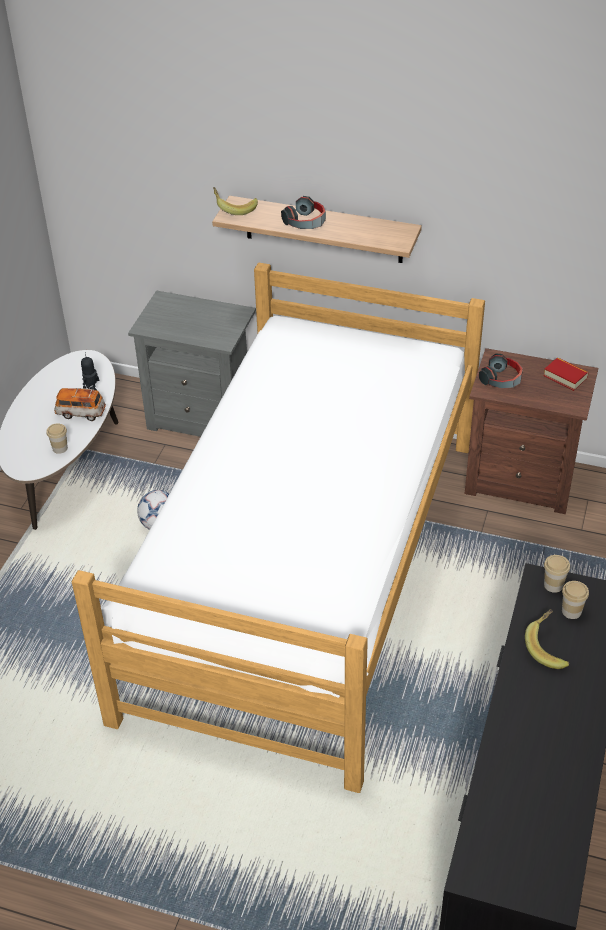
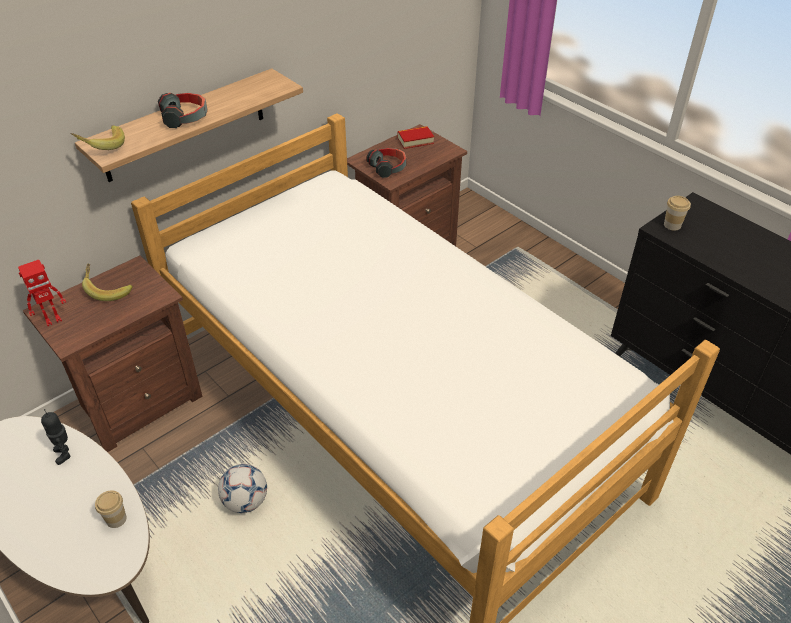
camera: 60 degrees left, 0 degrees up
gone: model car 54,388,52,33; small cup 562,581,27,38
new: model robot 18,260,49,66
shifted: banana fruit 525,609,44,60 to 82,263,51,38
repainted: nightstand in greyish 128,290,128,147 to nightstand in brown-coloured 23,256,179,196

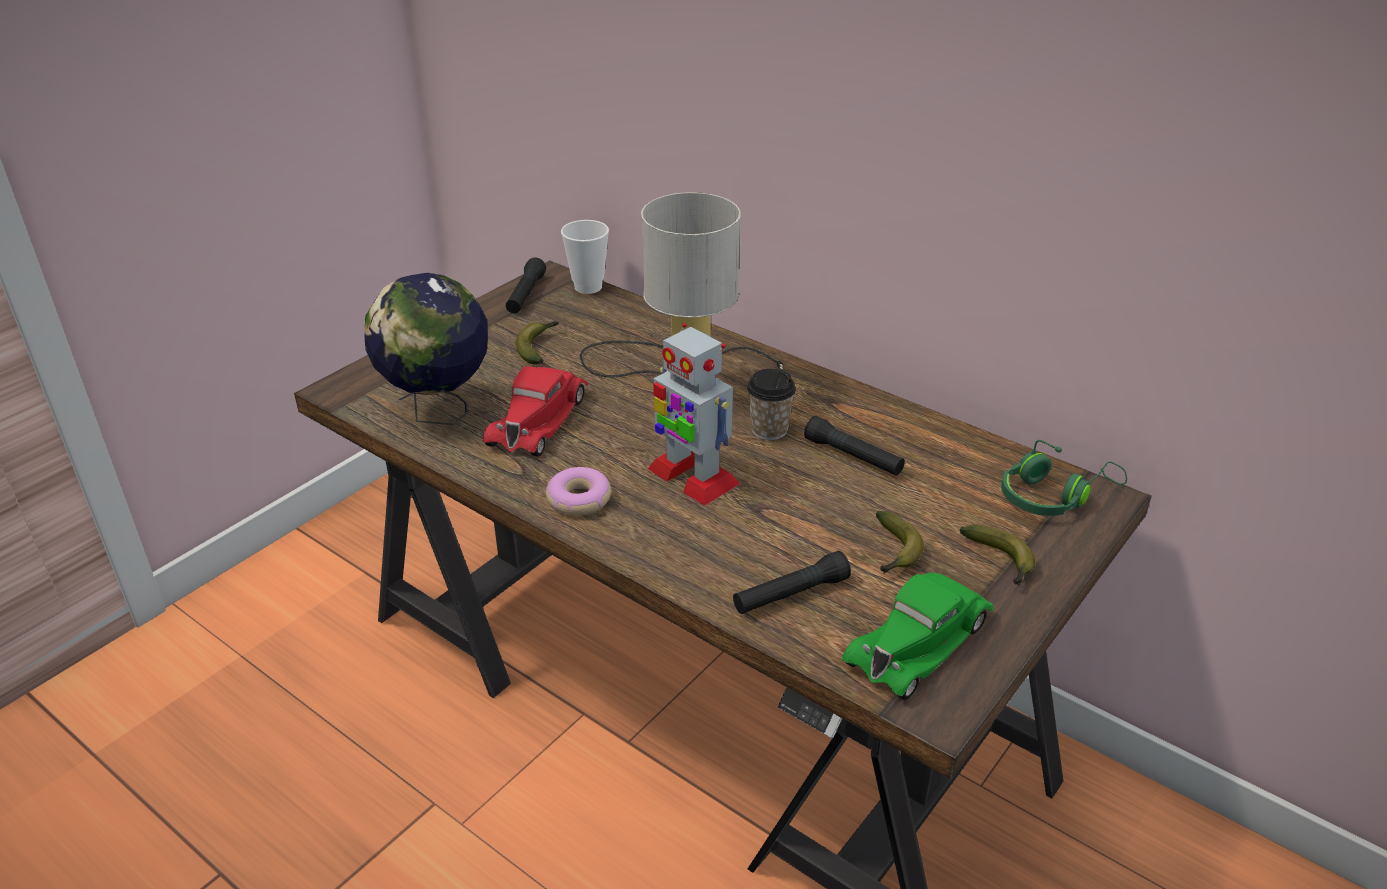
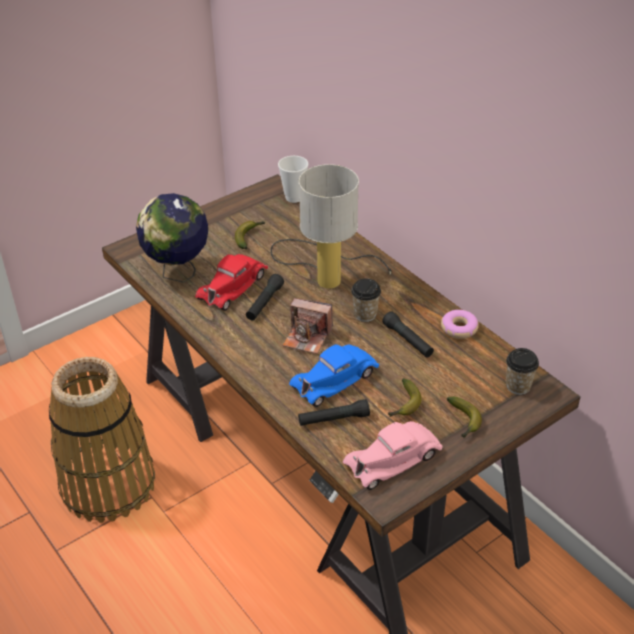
camera: 15 degrees right, 5 degrees up
new: basket 49,357,106,166; model car in blue-coloured 289,344,90,63
shifted: torch in black 506,258,40,56 to 246,274,38,47; ring doughnut 546,467,65,49 to 441,310,38,29
swapped: model robot 648,323,92,183 to photo camera 283,298,50,56; pair of headphones in green 1001,440,126,76 to small cup 506,348,33,47
repainted: model car in green 842,572,152,128 to model car in pink 343,421,100,69

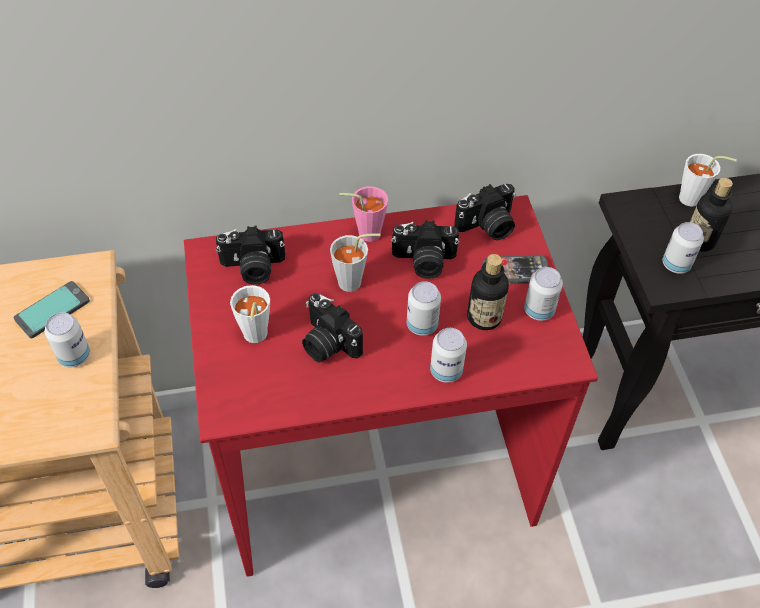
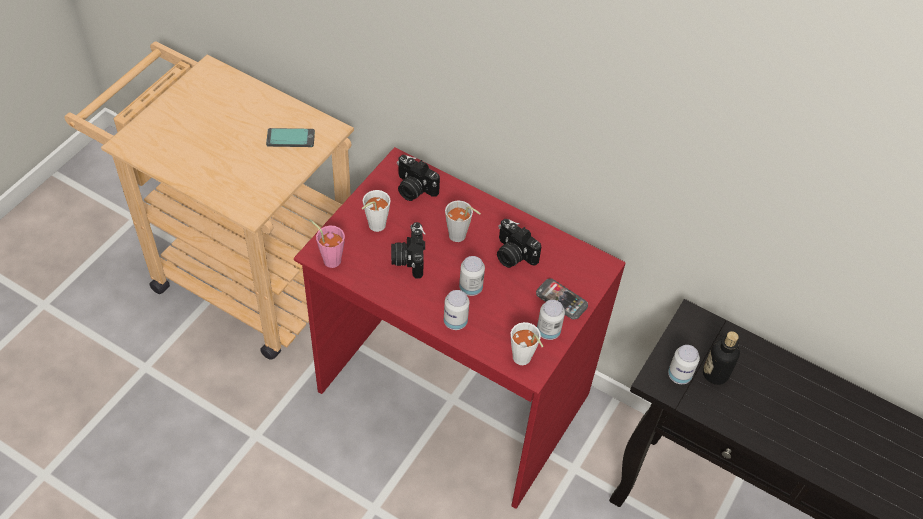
camera: 40 degrees right, 0 degrees up
gone: sealed can 45,312,45,55; photo camera 454,184,62,56; drink bottle 467,254,42,76
shifted: small cup in pink 340,186,48,56 to 309,219,36,49; small cup in white-coloured 679,154,58,53 to 511,322,33,43

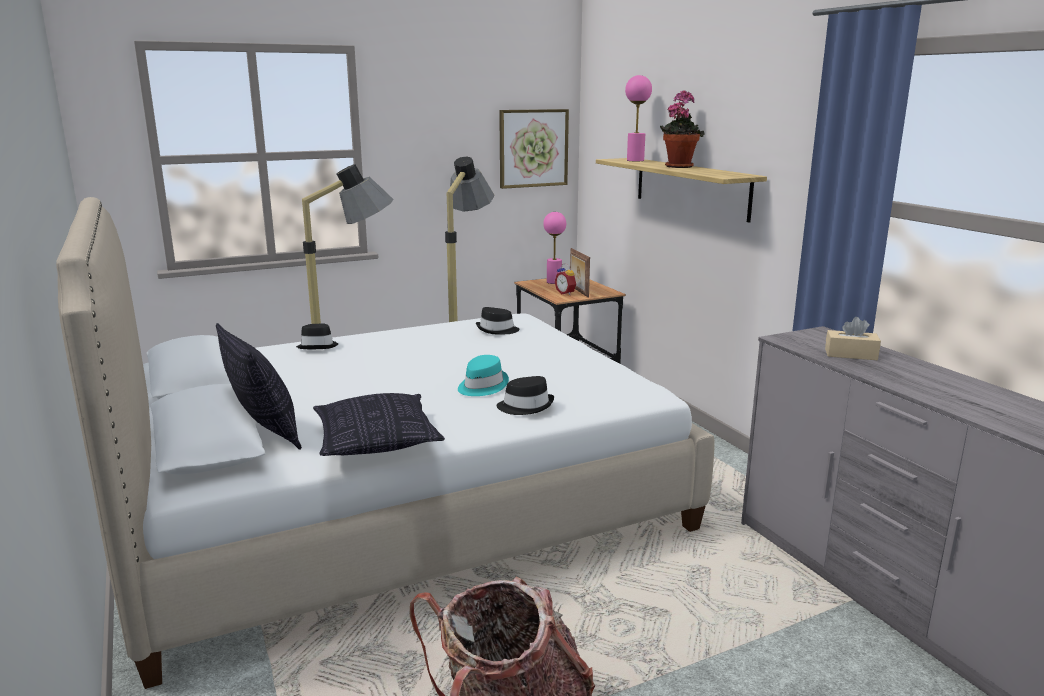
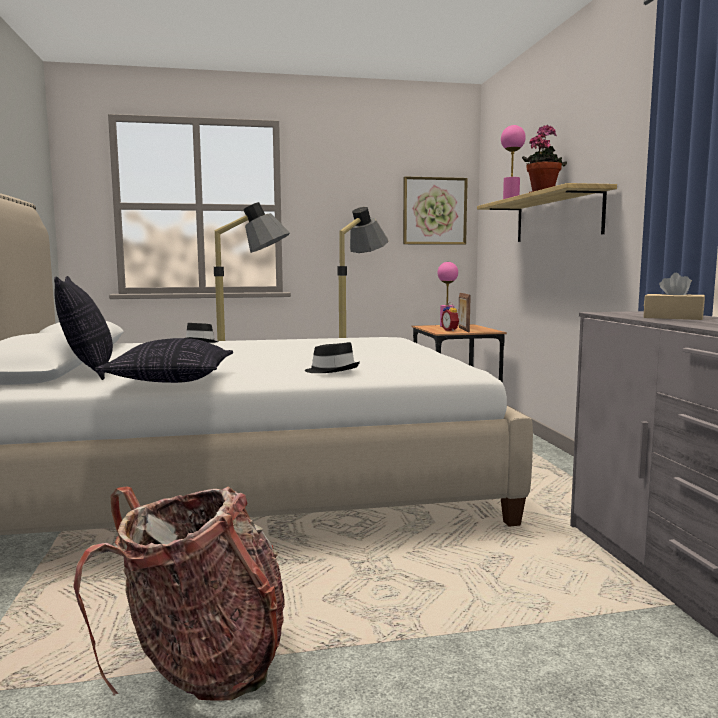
camera: 15 degrees right, 10 degrees down
gone: clothing hat in turquoise-coloured 458,355,51,41; clothing hat in black 476,307,44,27

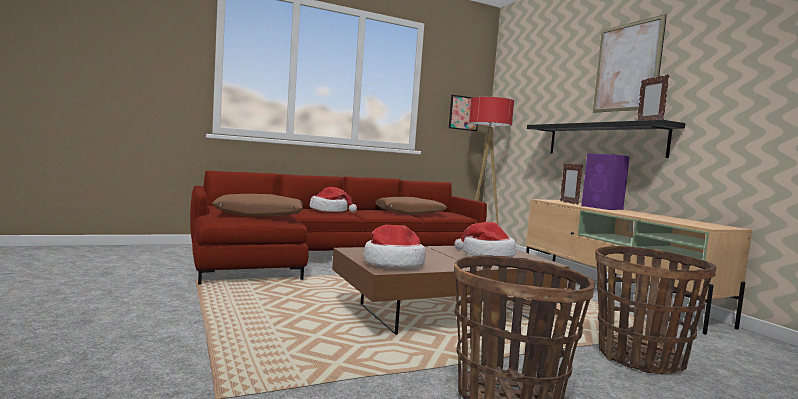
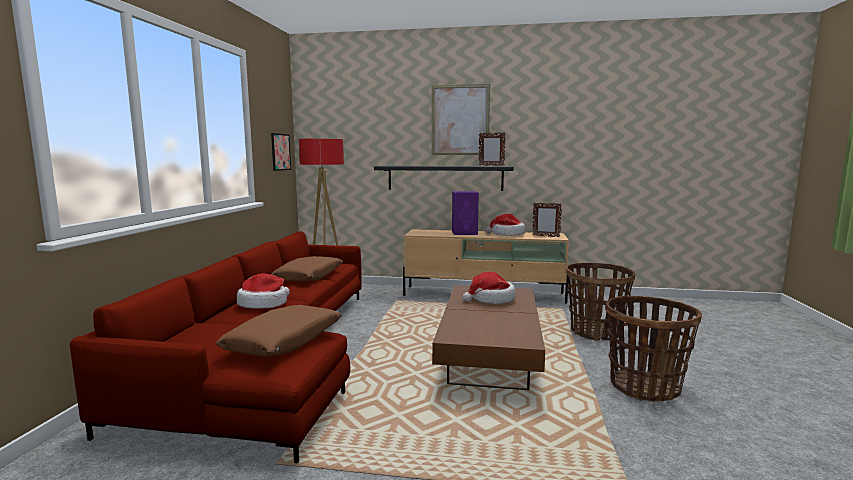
camera: 55 degrees left, 5 degrees up
shifted: clothing hat 364,225,62,42 to 485,214,41,22; picture frame 560,164,23,41 to 533,202,29,36

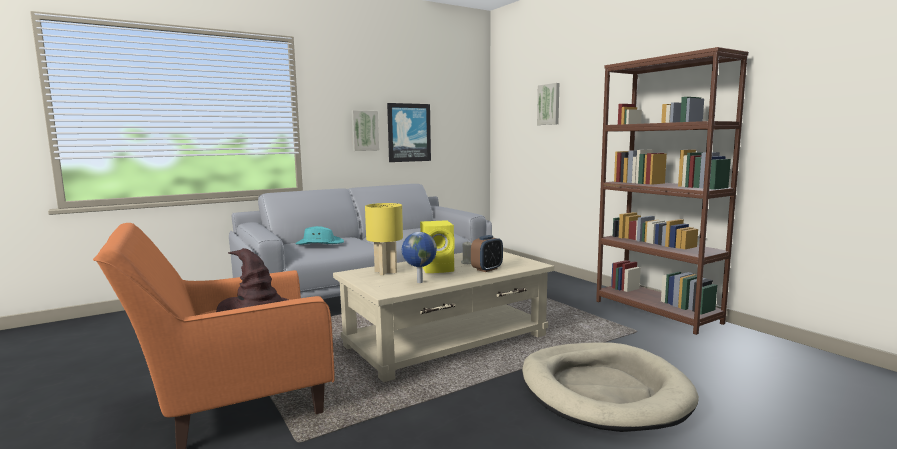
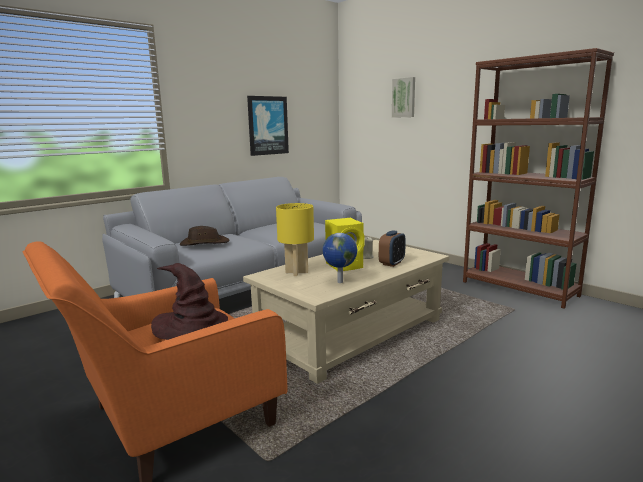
camera: 10 degrees left, 5 degrees up
gone: wall picture 351,110,28,41; pet bed in beige 522,343,177,89
repainted: clothing hat in turquoise-coloured 295,226,49,19 to clothing hat in brown-coloured 180,226,50,20

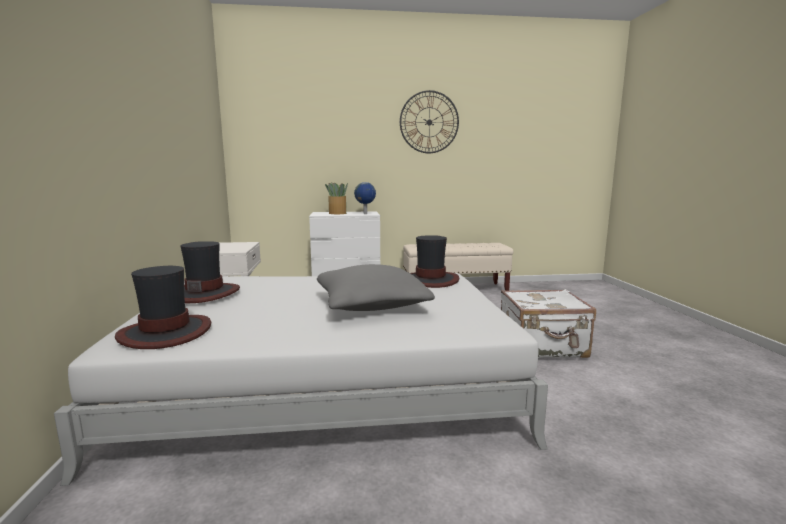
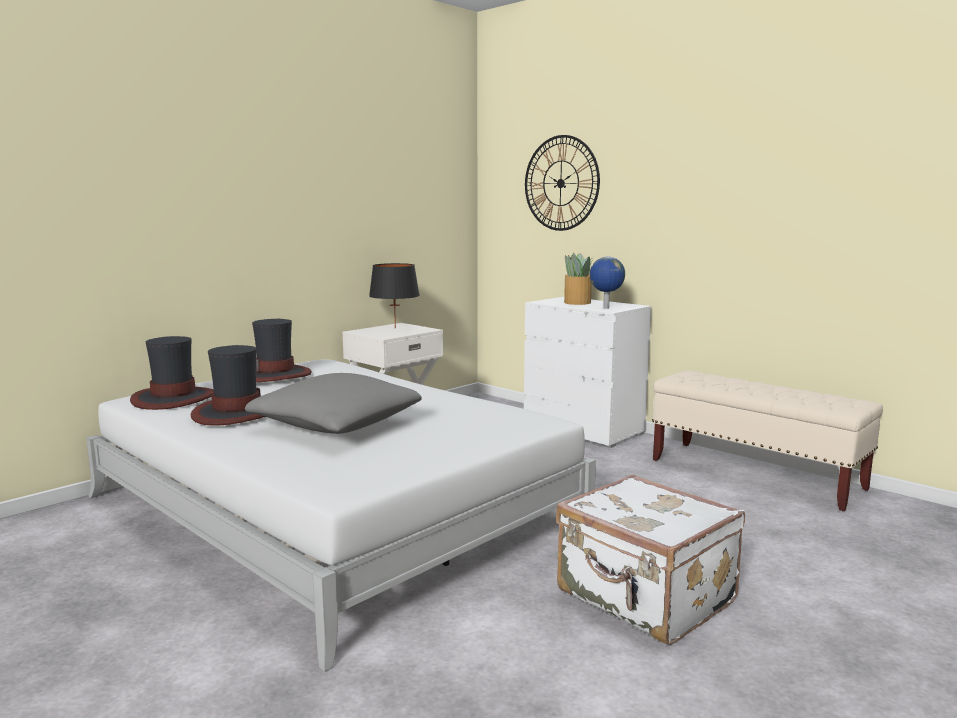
camera: 50 degrees right, 0 degrees up
new: lamp for a table in black 369,263,51,66
shifted: clock on the wall 400,90,59,63 to 525,135,75,96; clothing hat 410,235,49,53 to 191,345,74,80

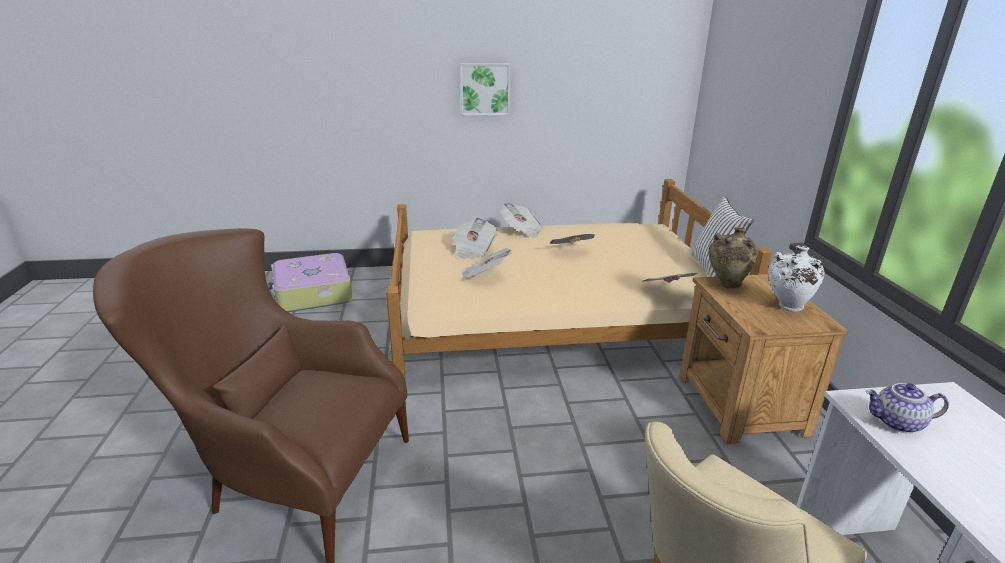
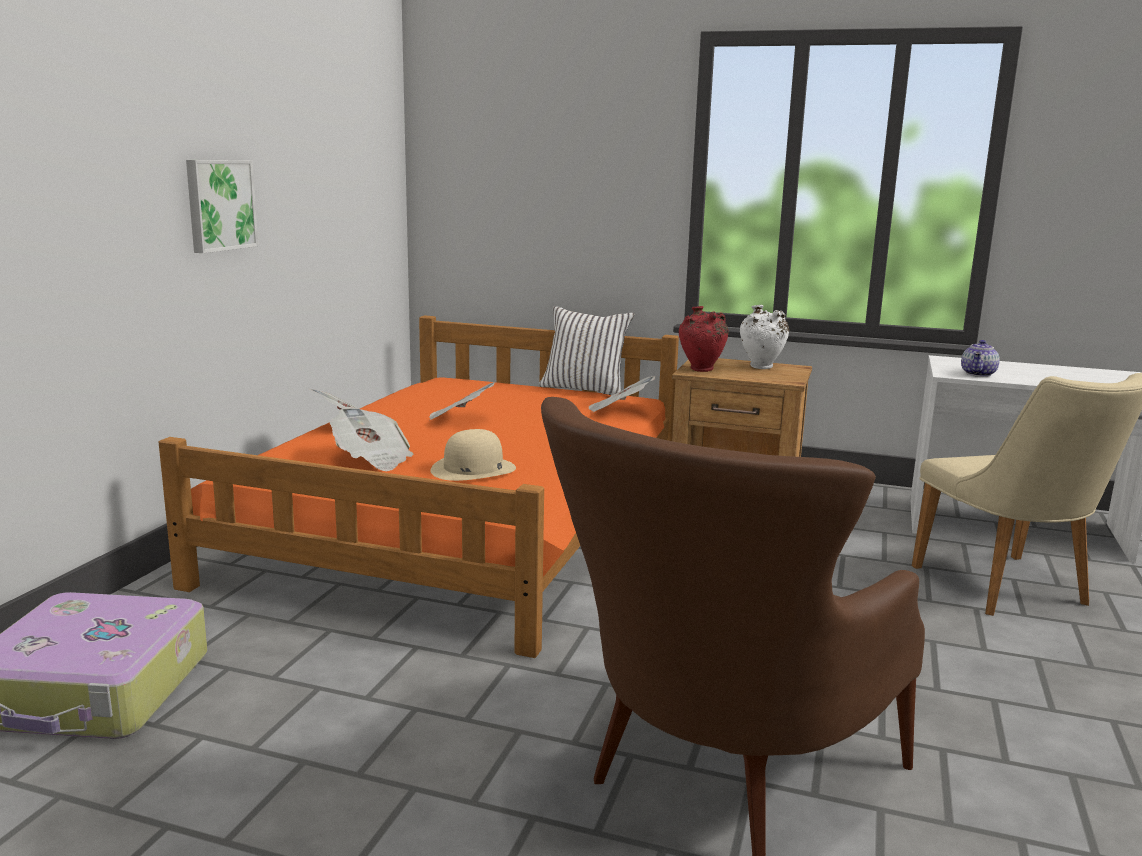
camera: 65 degrees left, 10 degrees down
swapped: newspaper 462,248,50,32 to clothing hat in beige 430,429,86,52
repainted: bedroom bed in beige 386,179,386,200 to bedroom bed in orangey 159,315,520,343; decorative vase in beige 709,227,49,62 to decorative vase in red 679,306,49,66

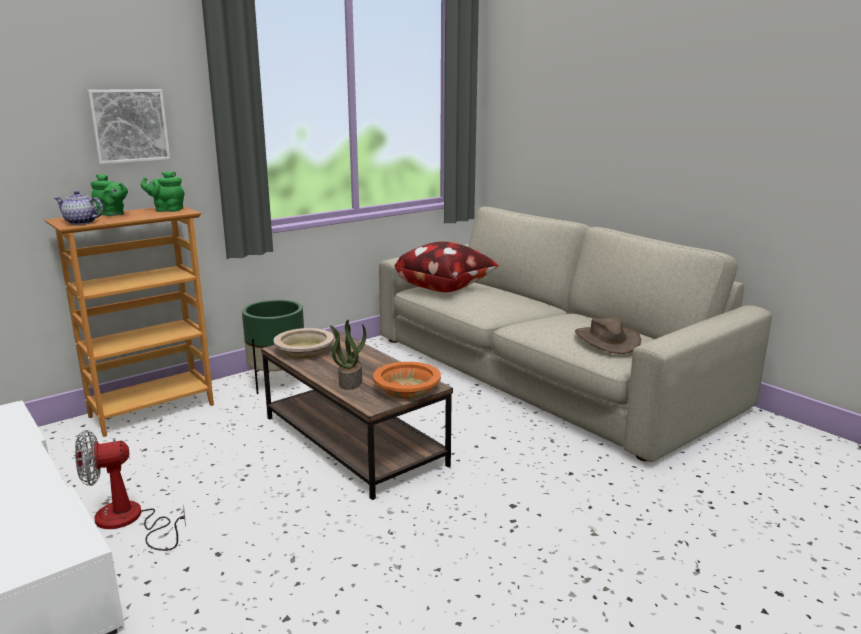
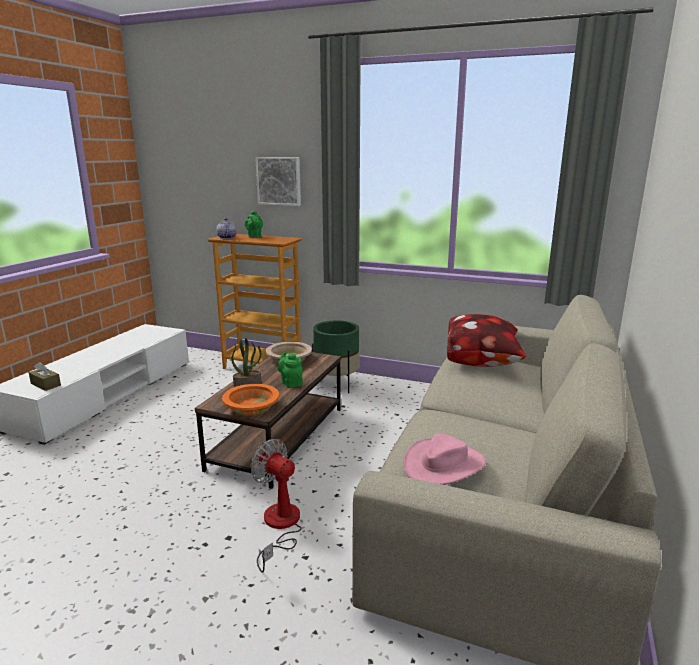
camera: 60 degrees right, 0 degrees up
new: tissue holder in brown-coloured 29,362,32,29
shifted: cooling fan 75,430,111,121 to 251,439,51,134; tea pot in green 141,171,43,41 to 278,352,25,36
repainted: clothing hat in brown-coloured 575,317,66,37 to clothing hat in pink 403,433,83,52

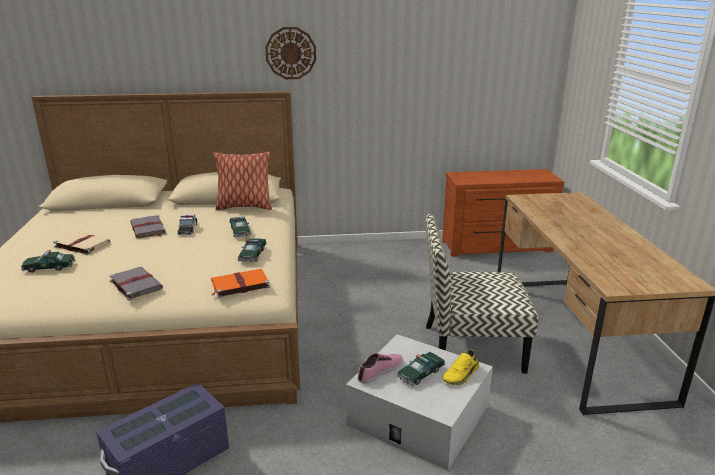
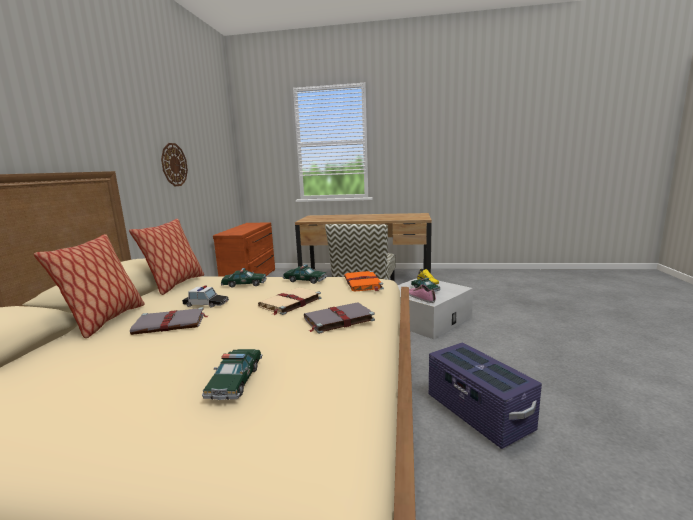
camera: 75 degrees left, 10 degrees down
new: cushion 34,234,110,104
shifted: book in beige 53,232,57,23 to 258,287,63,28; clock on the wall 265,27,51,52 to 161,143,27,43

